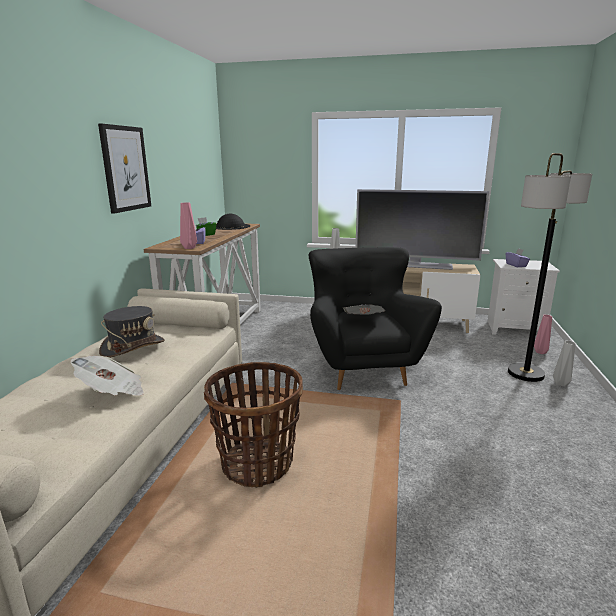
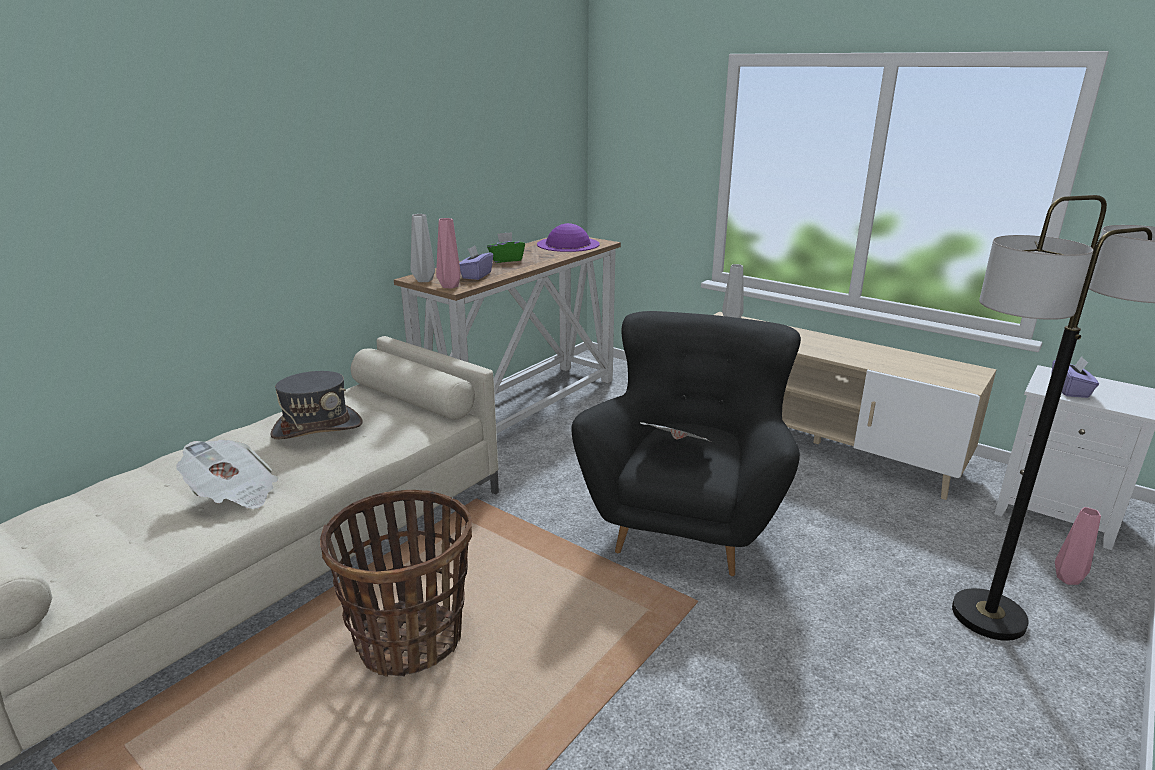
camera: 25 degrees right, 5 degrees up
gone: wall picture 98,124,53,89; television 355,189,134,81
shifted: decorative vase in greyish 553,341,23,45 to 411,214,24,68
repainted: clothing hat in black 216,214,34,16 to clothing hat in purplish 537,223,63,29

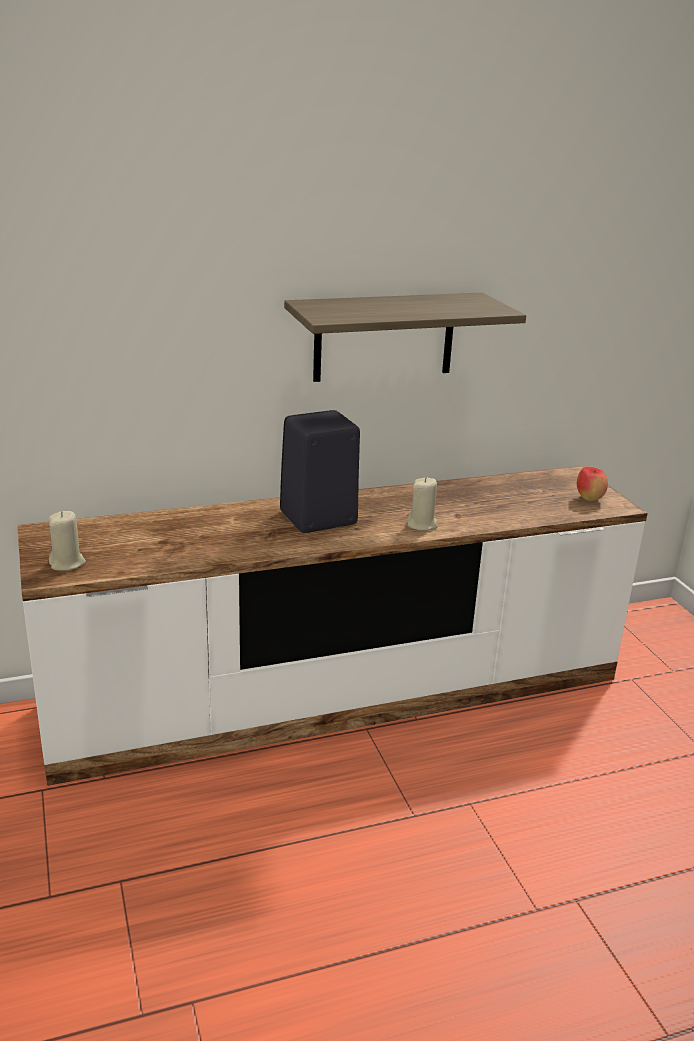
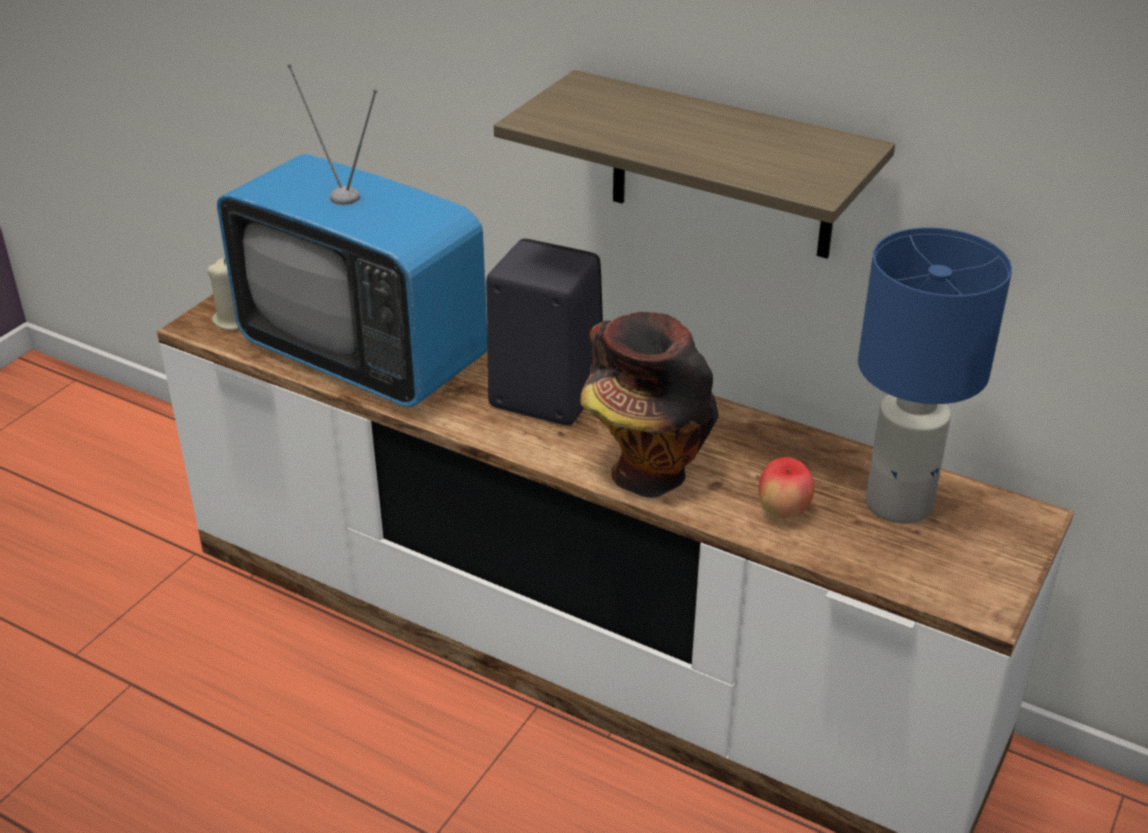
camera: 50 degrees right, 10 degrees up
new: television 217,64,271,343; lamp for a table in blue-coloured 858,227,154,297
shifted: apple fruit 577,467,31,34 to 758,457,56,62
swapped: candle in beige 407,477,31,54 to decorative vase 580,312,139,186

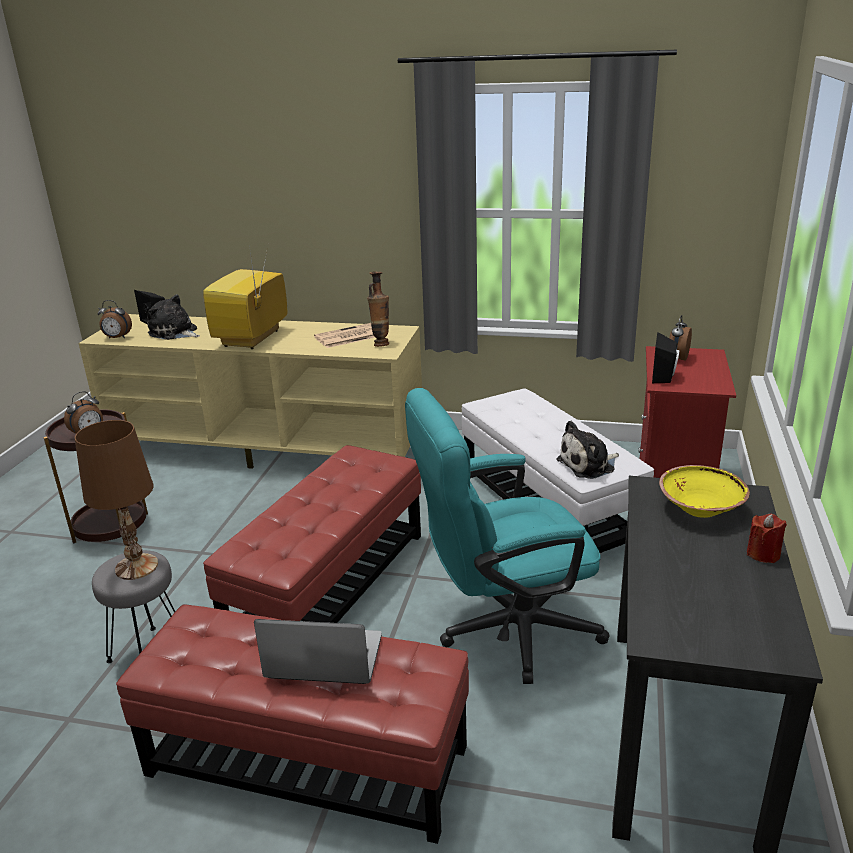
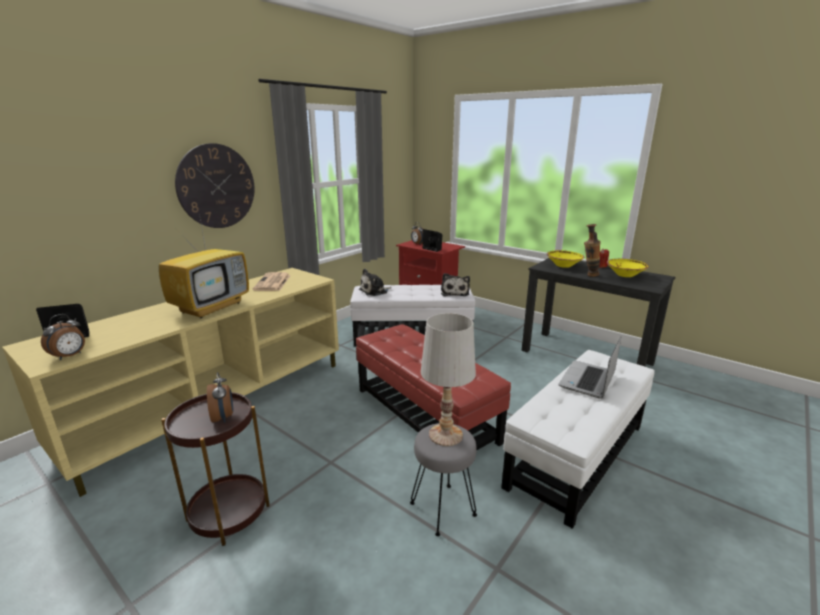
camera: 65 degrees left, 5 degrees down
gone: computer chair in turquoise-coloured 405,388,204,296
new: clock on the wall 175,143,80,85; deep dish in yellowish 607,259,42,18
shifted: plush toy 147,294,53,46 to 359,269,33,27; decorative vase 367,271,22,76 to 584,224,17,53
repainted: lamp for a table in brown-coloured 75,420,83,160 to lamp for a table in white-coloured 421,313,55,133; ottoman in red 116,604,353,240 to ottoman in white-coloured 501,350,154,179
rotated: television 203,245,84,104 = 159,214,90,104 105 degrees counterclockwise

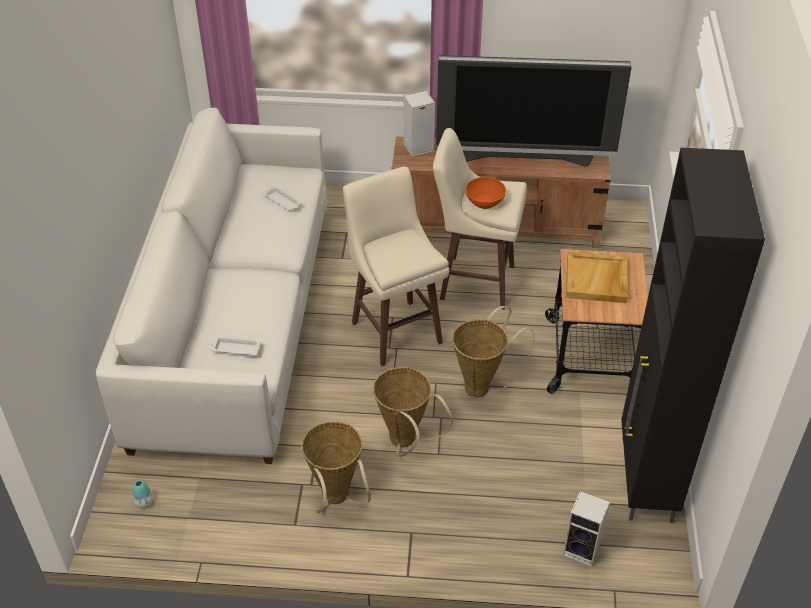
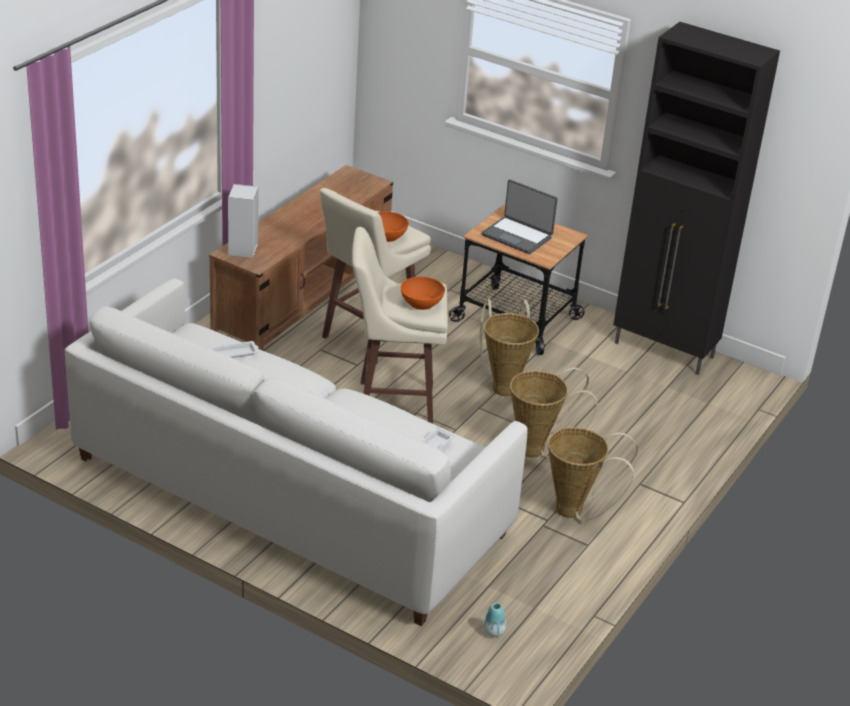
camera: 65 degrees left, 10 degrees down
gone: television 436,55,196,112; speaker 563,491,47,76
new: deep dish in orangey 401,277,44,33
swapped: carrying tray in beige 566,252,62,51 to notebook computer 482,179,76,75

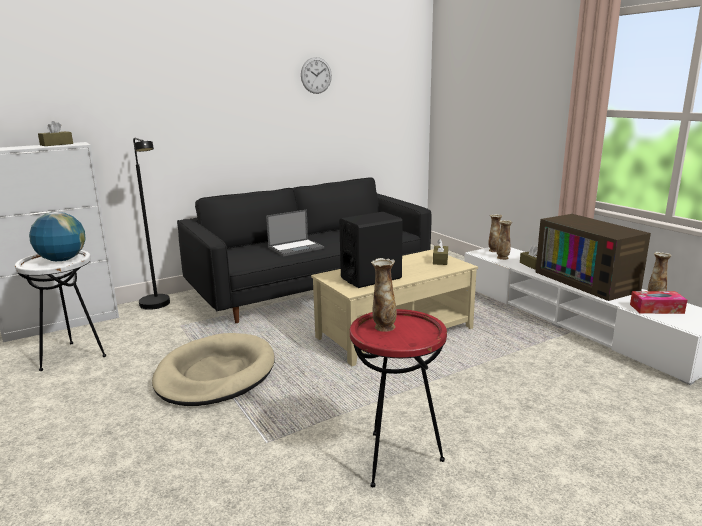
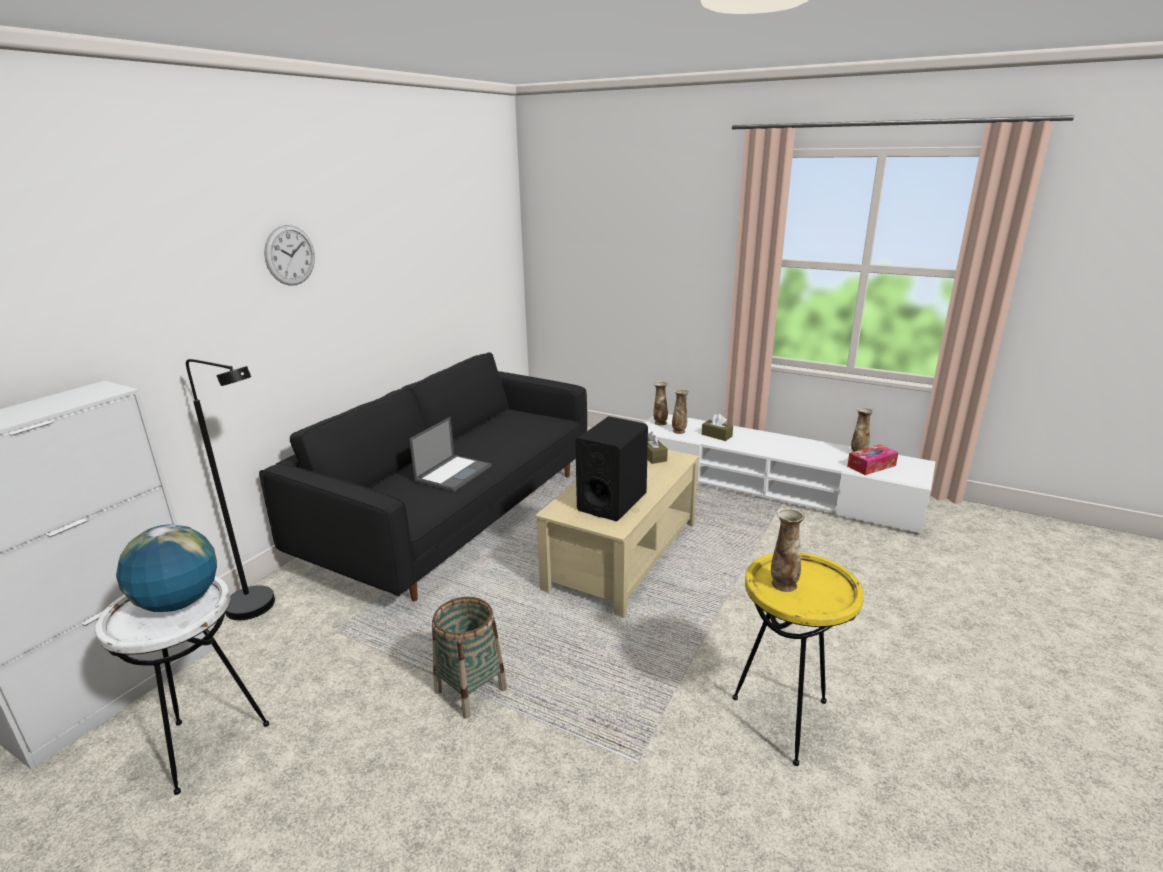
camera: 30 degrees left, 5 degrees up
gone: tissue holder in brown-coloured 38,121,35,25; television 535,214,116,87
shifted: clock on the wall 301,57,31,37 to 264,225,51,61
swapped: pet bed in beige 152,333,123,73 to basket 432,597,75,121
repainted: side table in red 350,309,97,178 to side table in yellowish 732,552,132,214

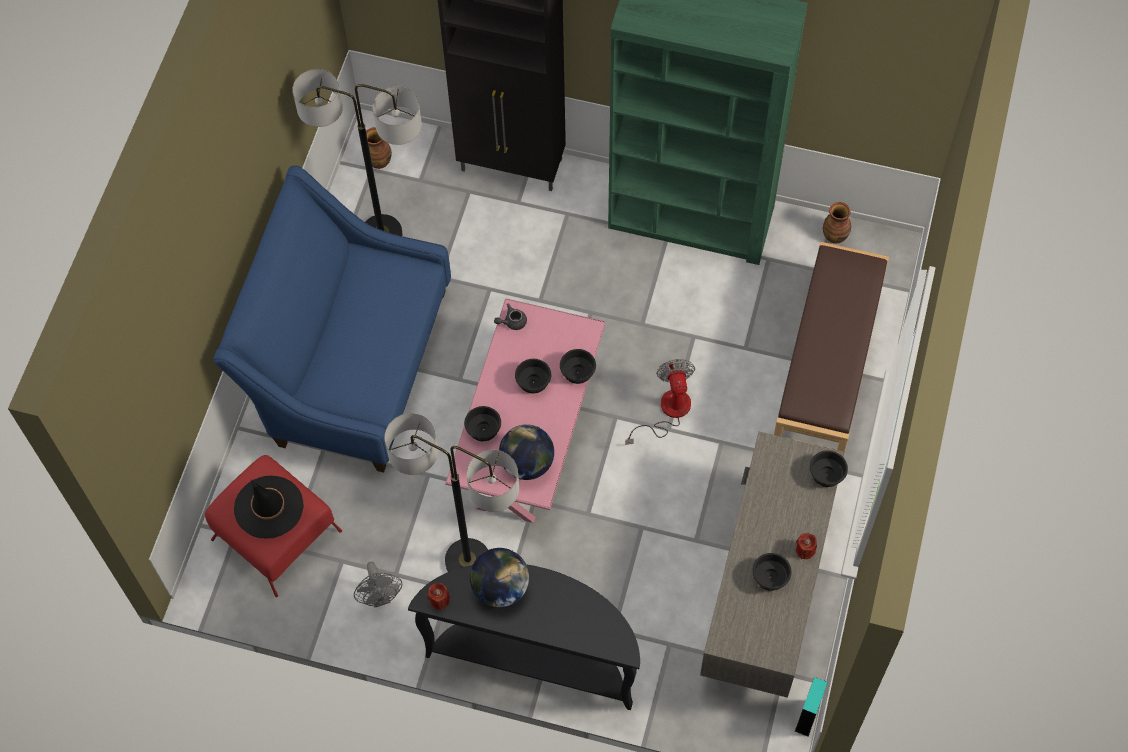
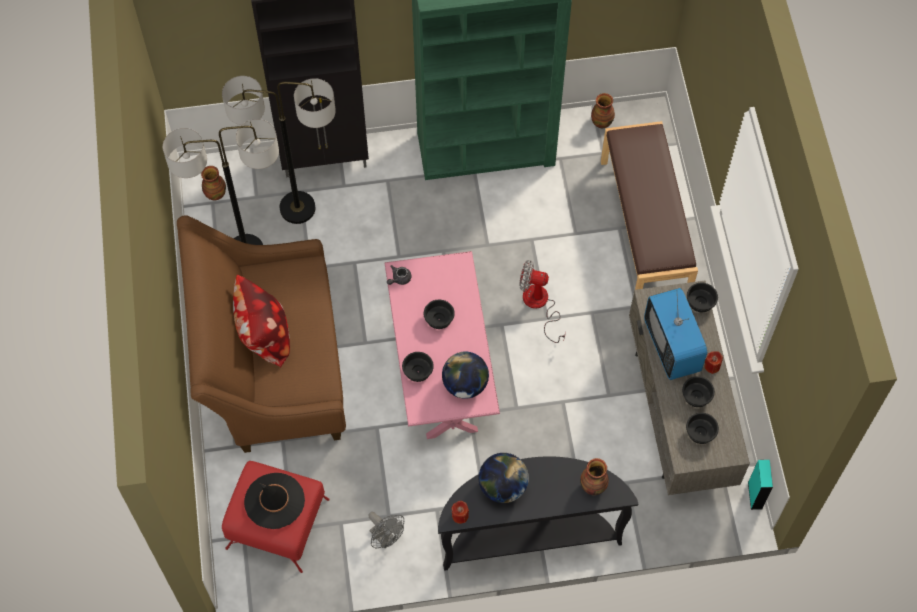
camera: 25 degrees left, 0 degrees up
new: cushion 233,275,57,93; decorative vase 580,458,29,37; television 644,288,63,92
shifted: standard lamp 384,413,135,159 to 222,76,114,148; deep dish in black 560,349,36,35 to 686,413,33,31
repainted: settee in blue-coloured 213,165,238,308 to settee in brown-coloured 177,215,169,238
rotated: cooling fan 625,359,70,86 = 519,260,47,83 45 degrees counterclockwise

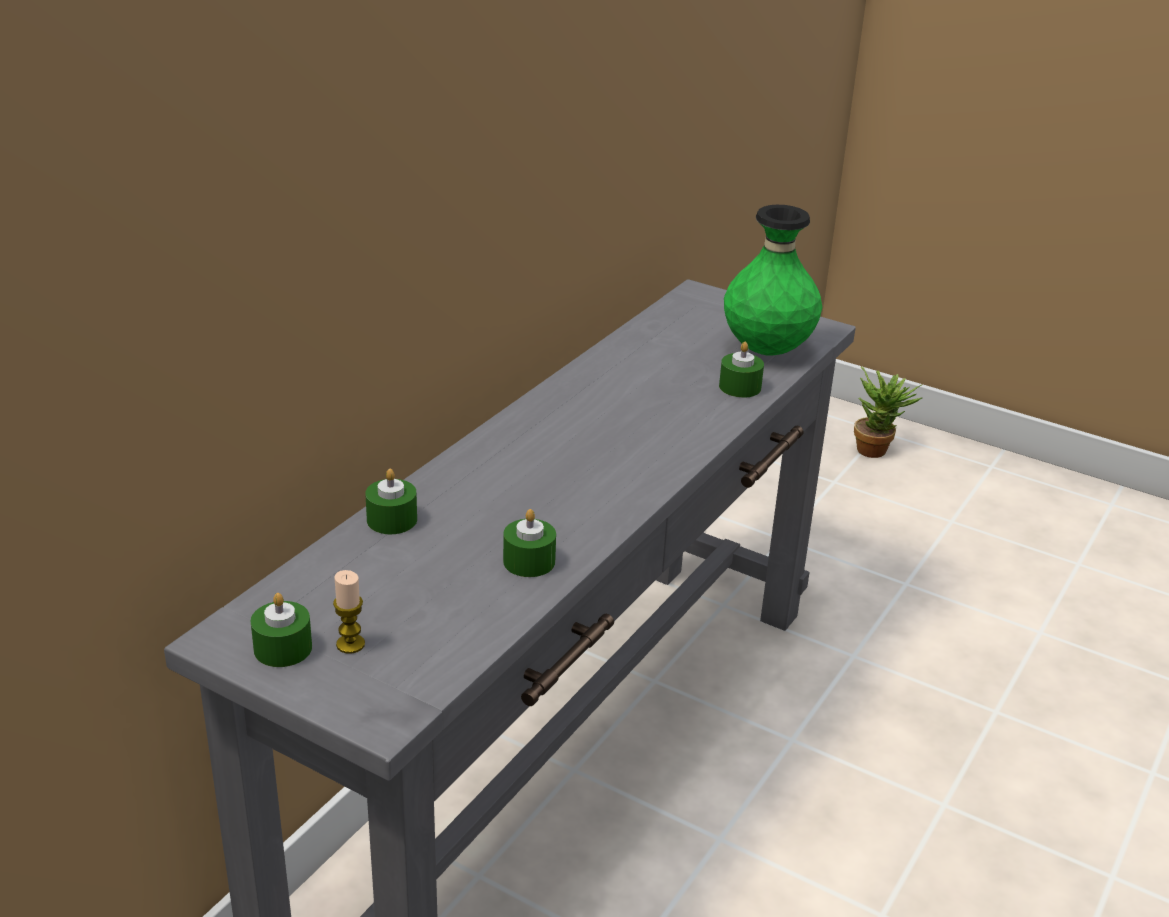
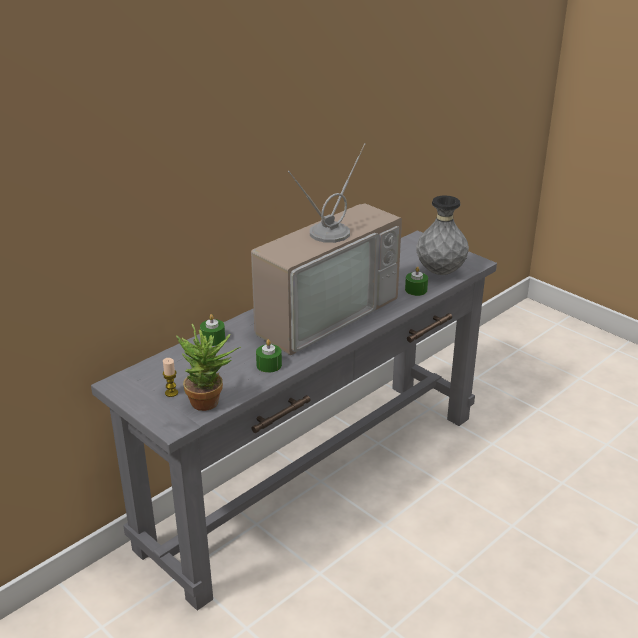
camera: 15 degrees right, 0 degrees up
gone: candle in green 251,593,61,74
new: television 251,143,151,212
shifted: plant in a pot 854,367,68,91 to 176,324,65,87
repainted: decorative vase in green 724,205,98,151 to decorative vase in greyish 416,196,53,79

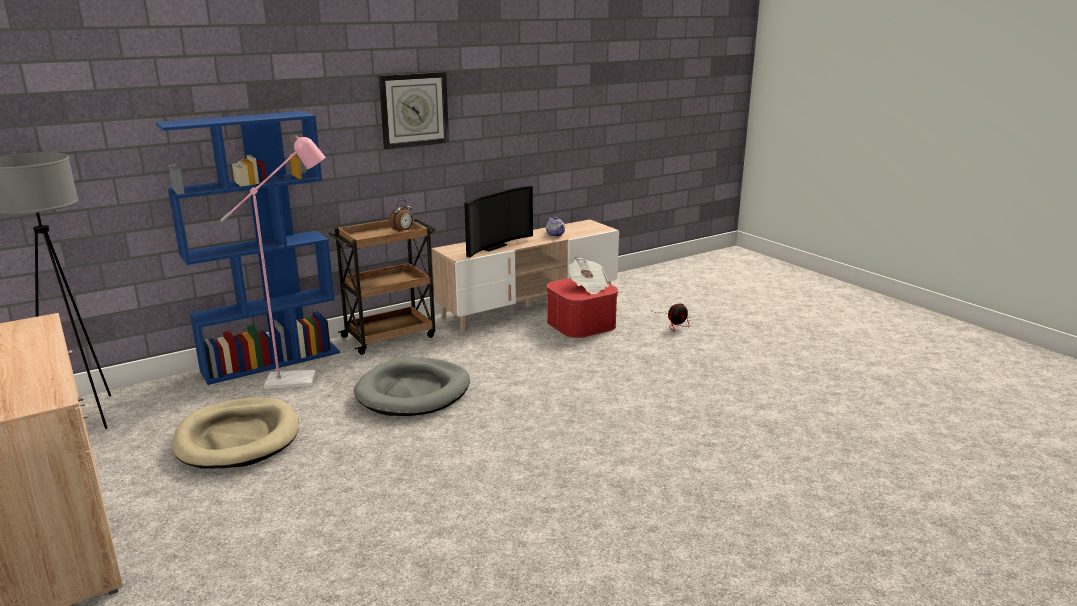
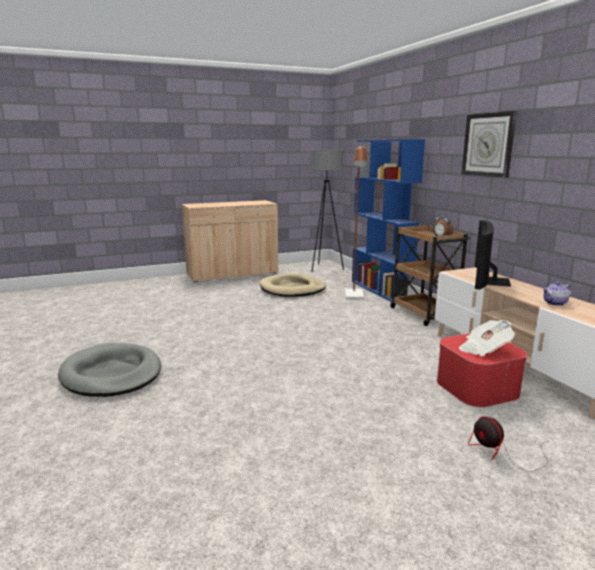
camera: 100 degrees right, 5 degrees down
shifted: pet bed in greyish 354,357,116,59 to 58,343,103,54
repainted: standard lamp in pink 221,135,104,254 to standard lamp in brown-coloured 345,145,23,154
rotated: television 464,186,69,72 = 474,220,37,70 60 degrees clockwise

